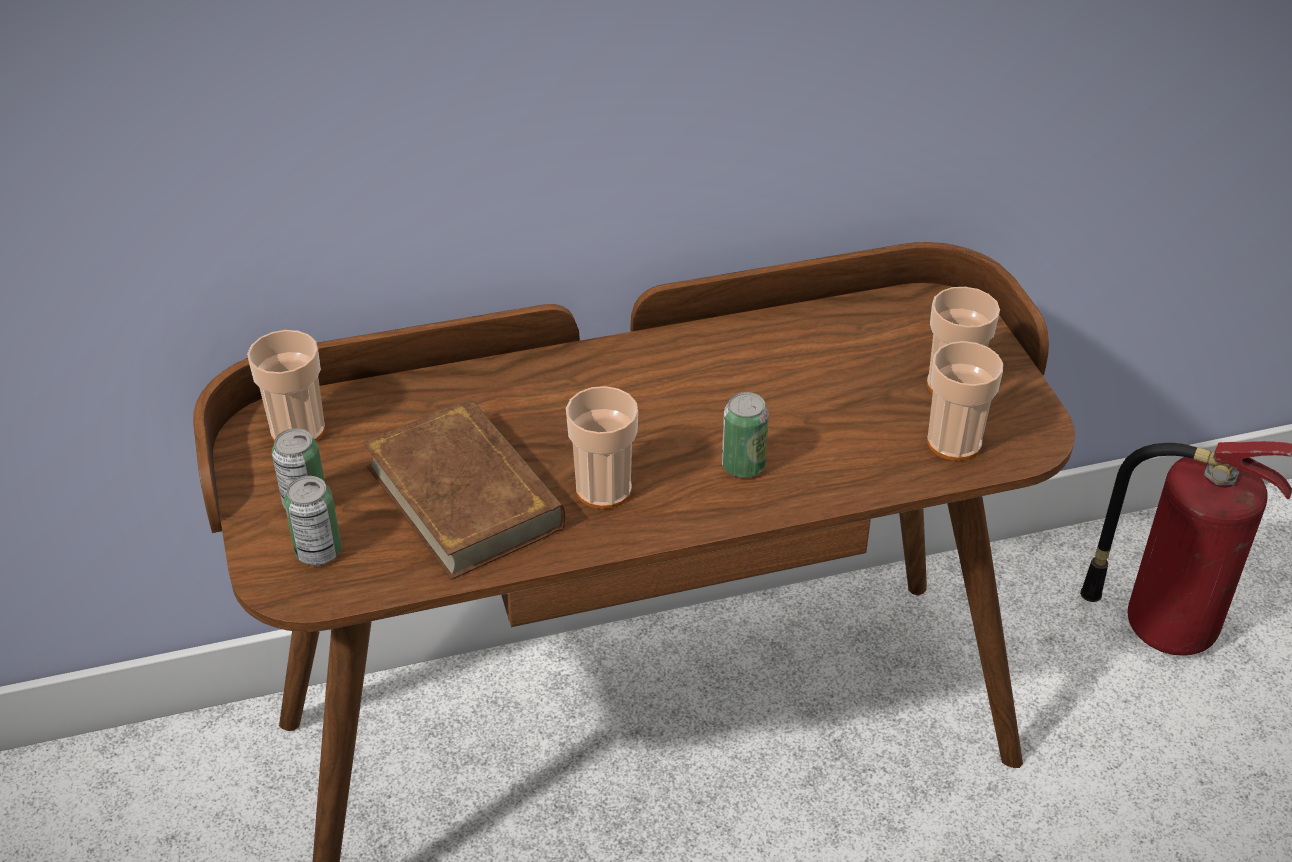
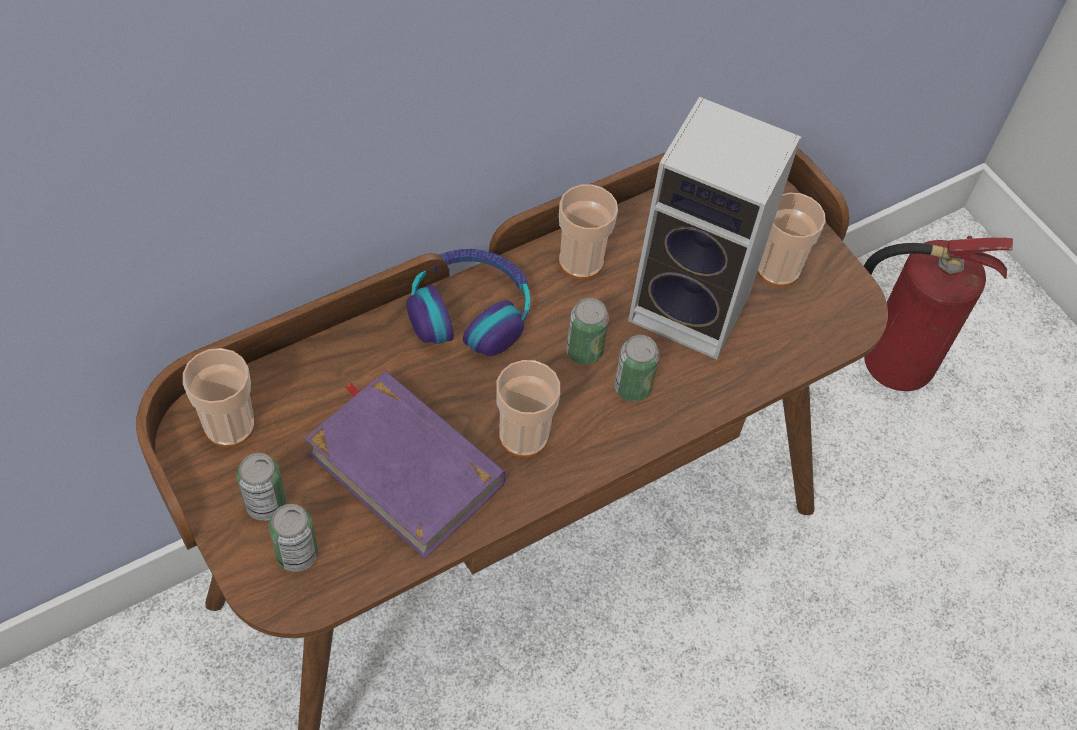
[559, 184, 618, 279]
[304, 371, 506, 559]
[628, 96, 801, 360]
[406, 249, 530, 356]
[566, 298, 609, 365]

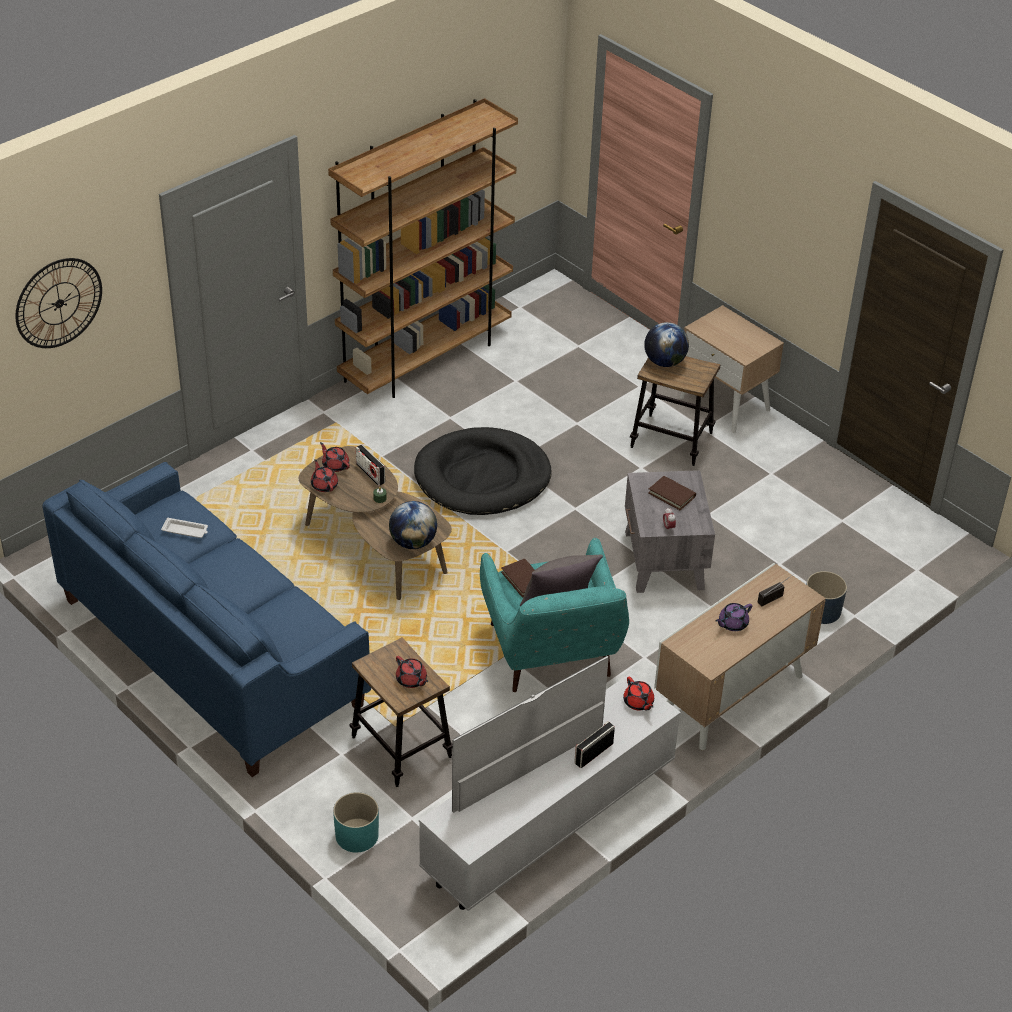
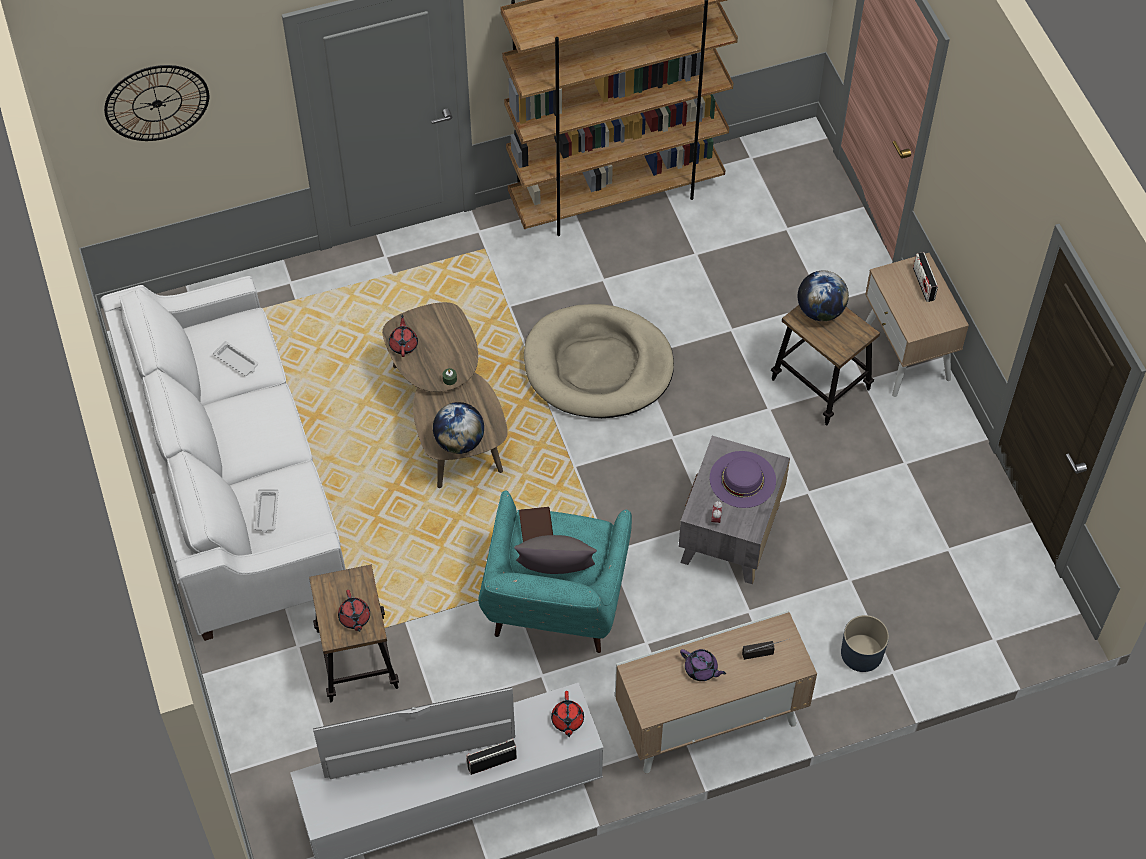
[524, 304, 674, 418]
[320, 442, 350, 472] (first image)
[913, 252, 938, 302]
[100, 276, 346, 641]
[710, 451, 776, 508]
[680, 649, 726, 681]
[333, 792, 379, 852] (first image)
[254, 489, 278, 533]

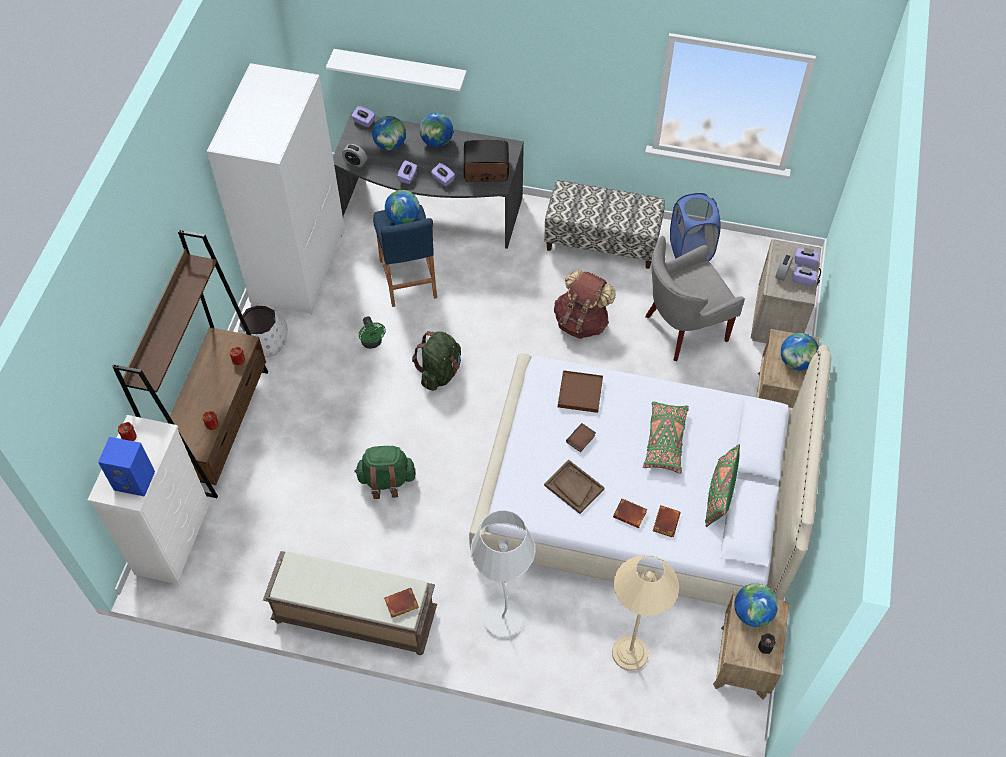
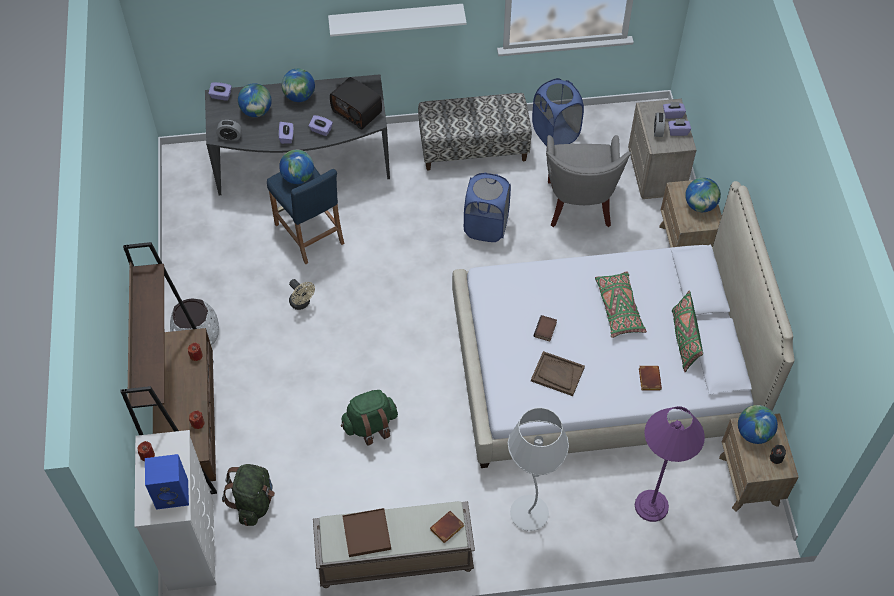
[328, 4, 467, 37]
[207, 63, 345, 314] (first image)
[330, 77, 382, 129]
[546, 135, 631, 227]
[464, 173, 511, 242]
[289, 279, 315, 310]
[222, 464, 275, 526]
[342, 508, 391, 557]
[613, 498, 647, 528] (first image)
[635, 406, 705, 522]

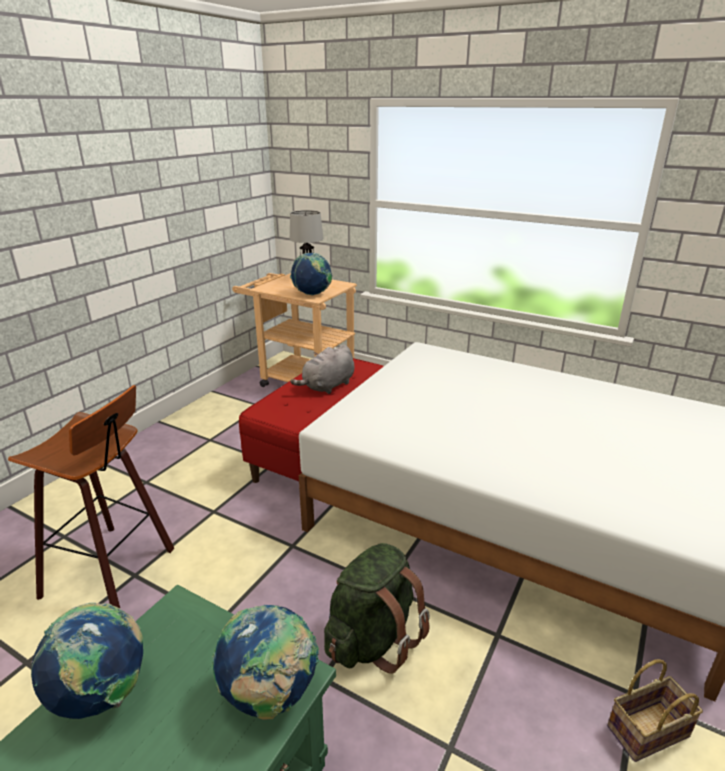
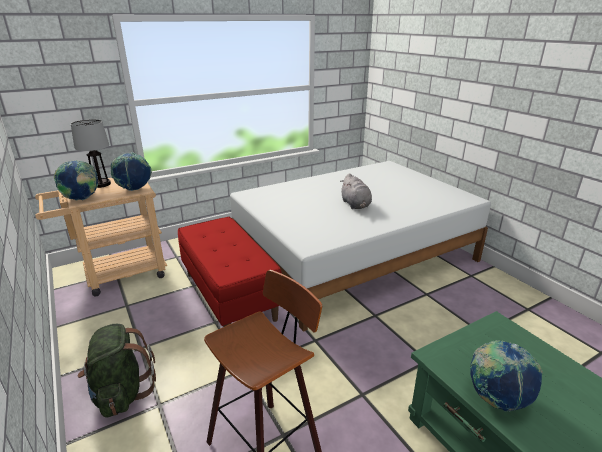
[340, 174, 372, 209]
[78, 324, 156, 418]
[54, 160, 98, 200]
[607, 659, 703, 762] (first image)

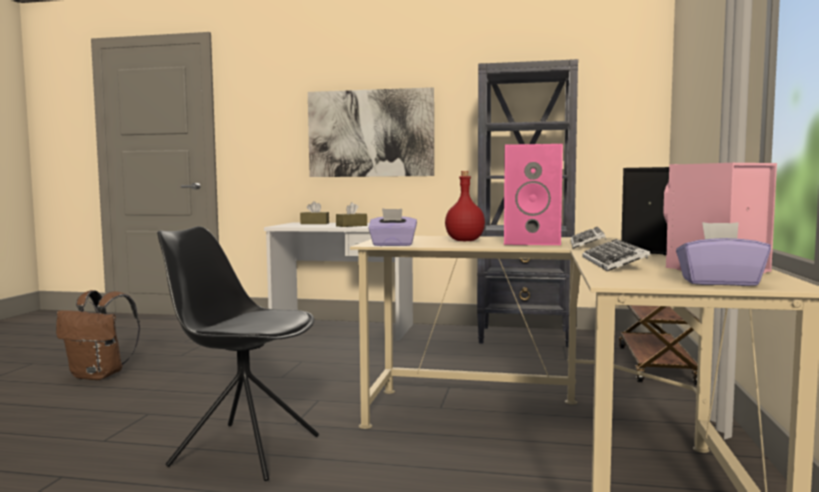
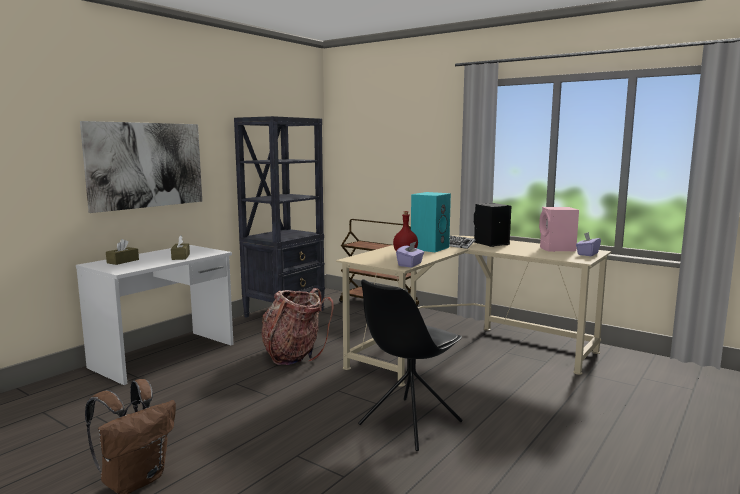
[411, 192, 451, 252]
[582, 239, 651, 271] (first image)
[262, 288, 334, 365]

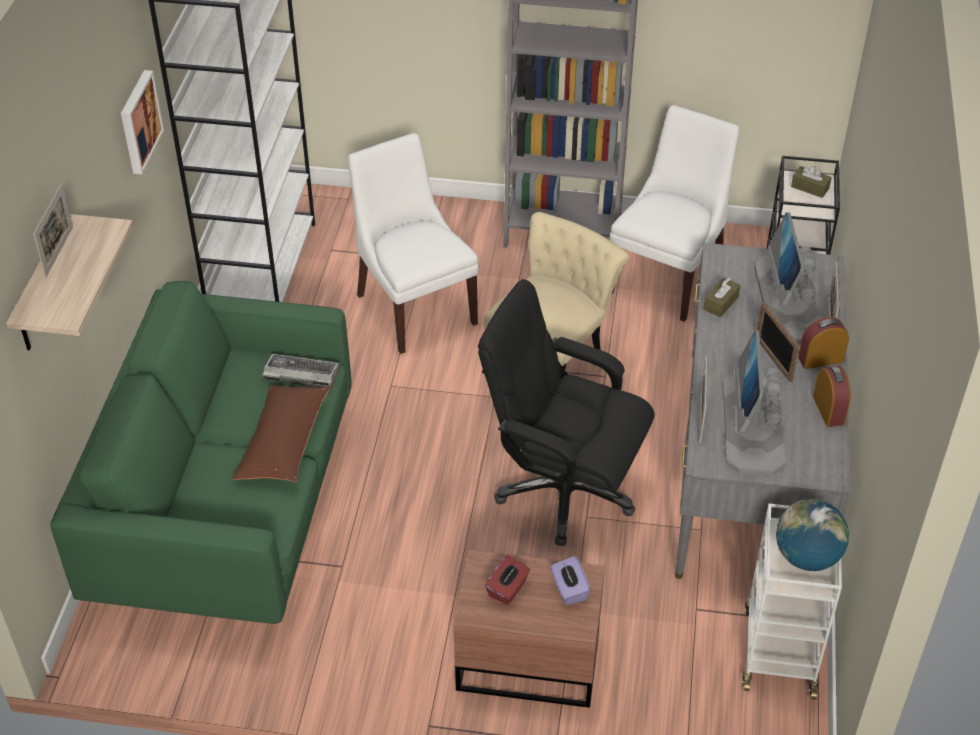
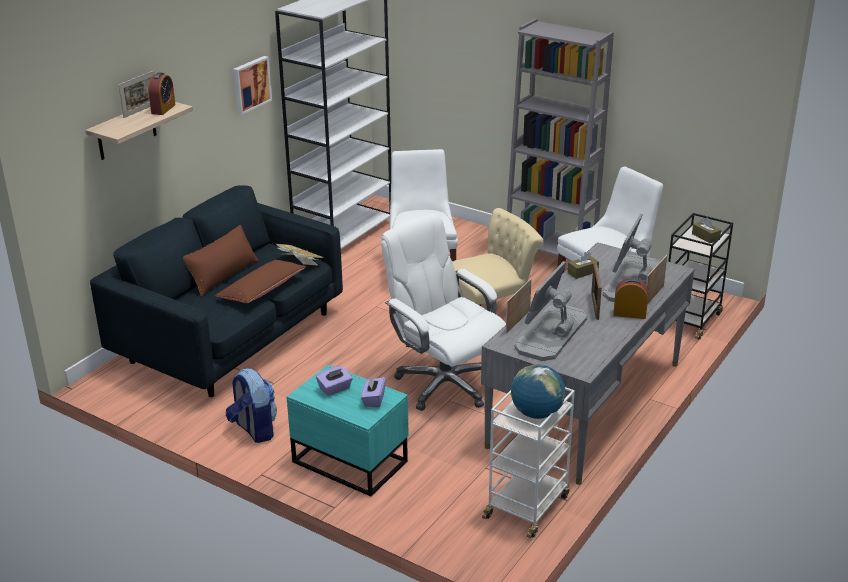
[381, 213, 506, 411]
[90, 185, 343, 397]
[276, 244, 324, 265]
[148, 72, 176, 115]
[287, 365, 409, 496]
[316, 366, 353, 396]
[183, 225, 259, 297]
[226, 368, 277, 443]

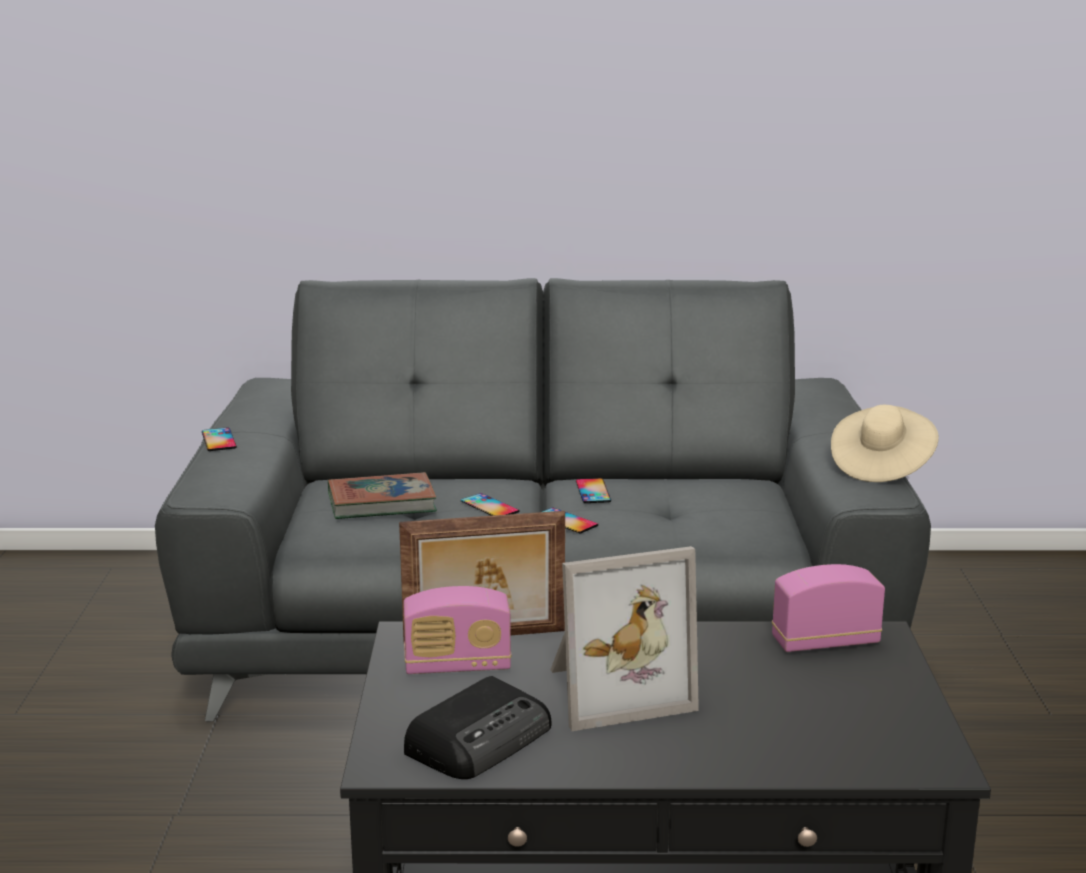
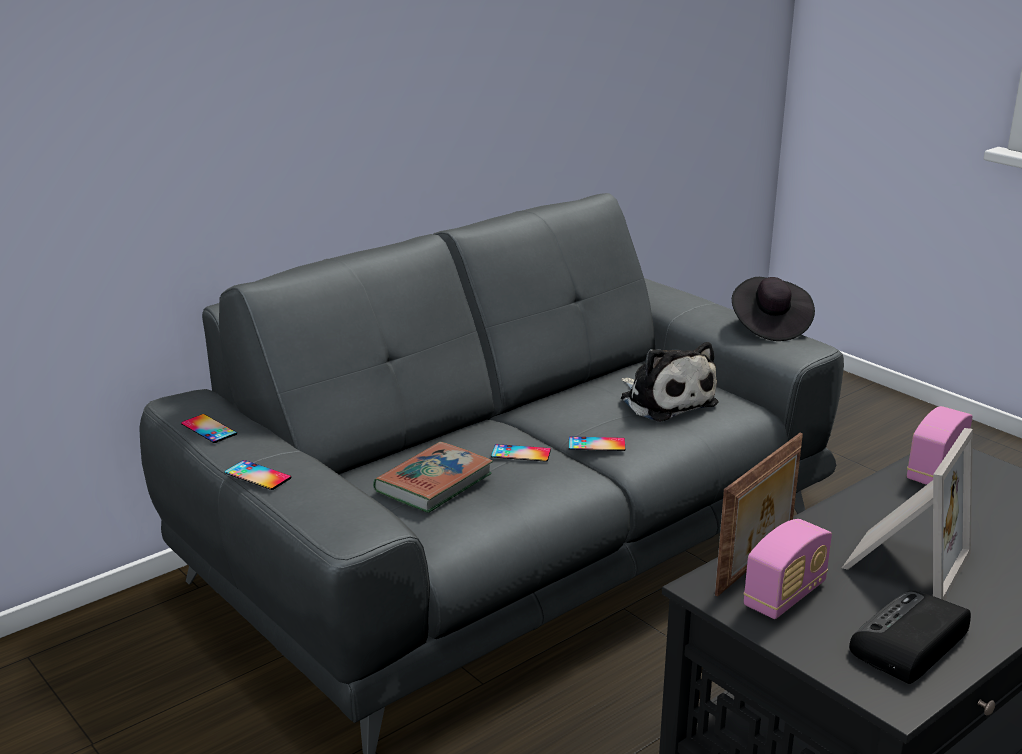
[732, 277, 815, 341]
[181, 414, 237, 443]
[849, 591, 971, 684]
[621, 342, 718, 422]

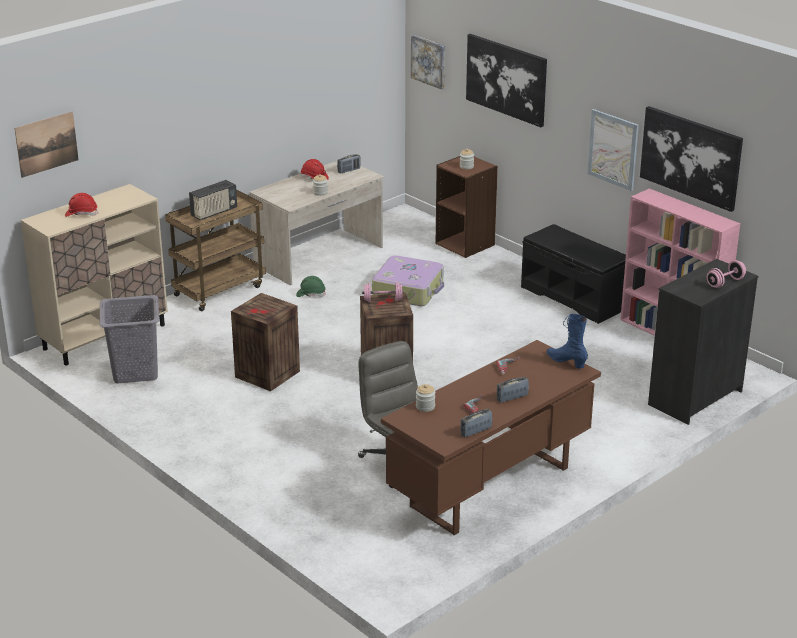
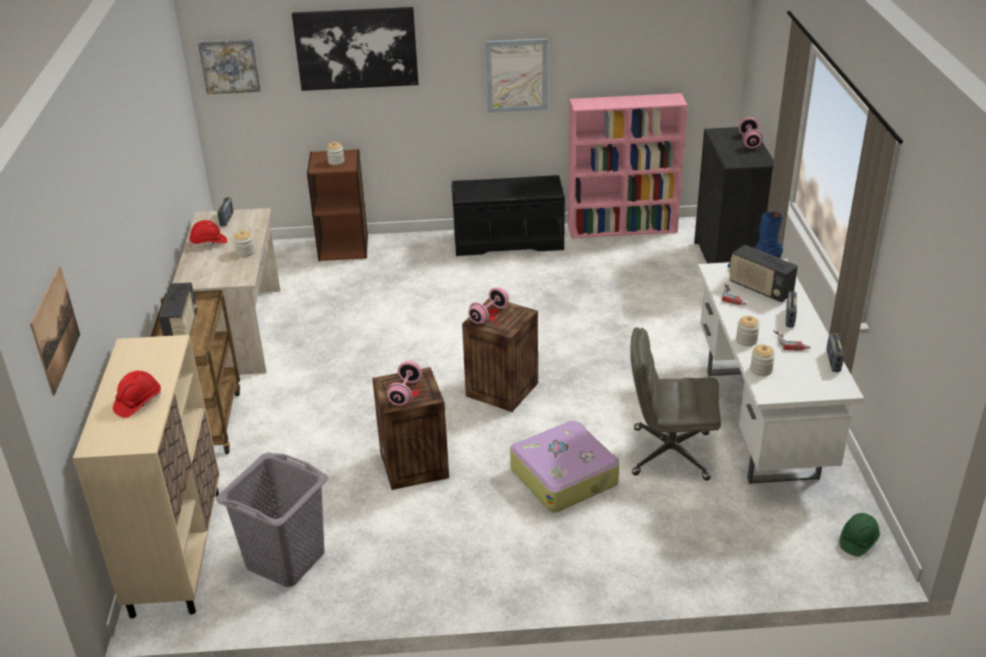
[640, 106, 743, 212] (first image)
[510, 421, 619, 512]
[840, 513, 880, 557]
[698, 259, 864, 484]
[729, 245, 798, 302]
[736, 316, 760, 346]
[387, 361, 422, 406]

